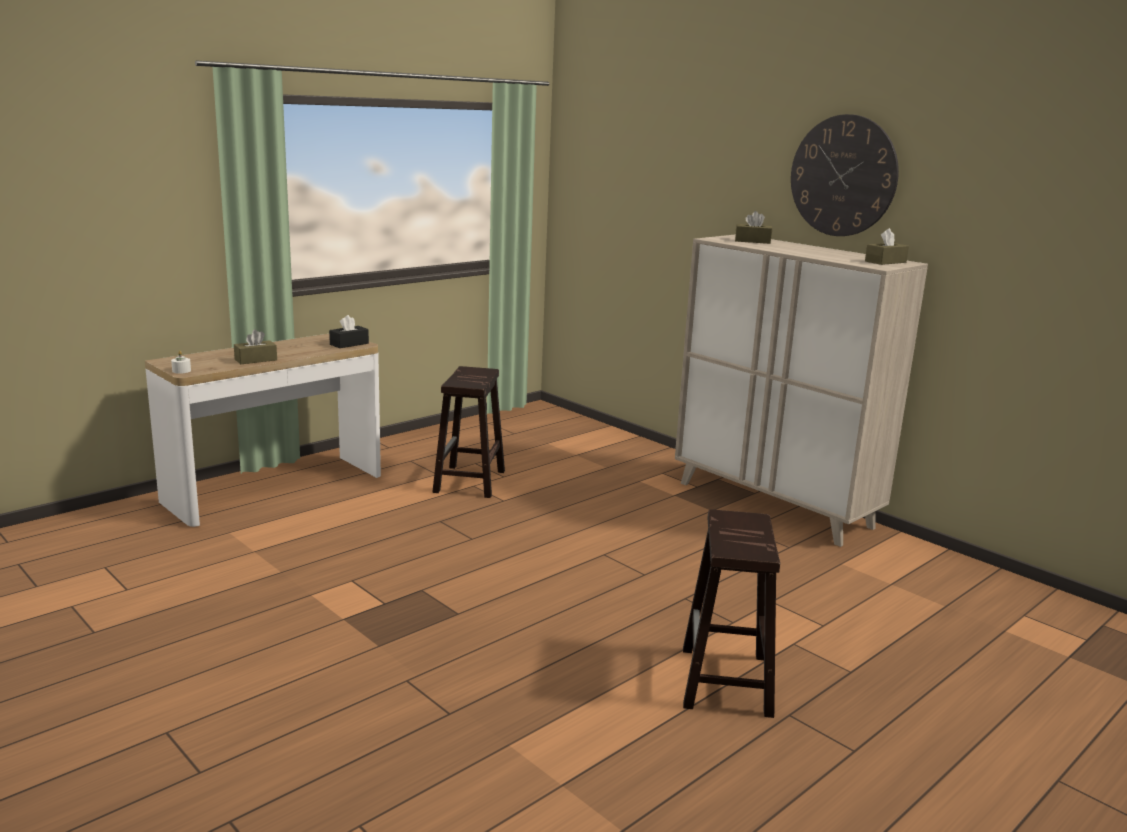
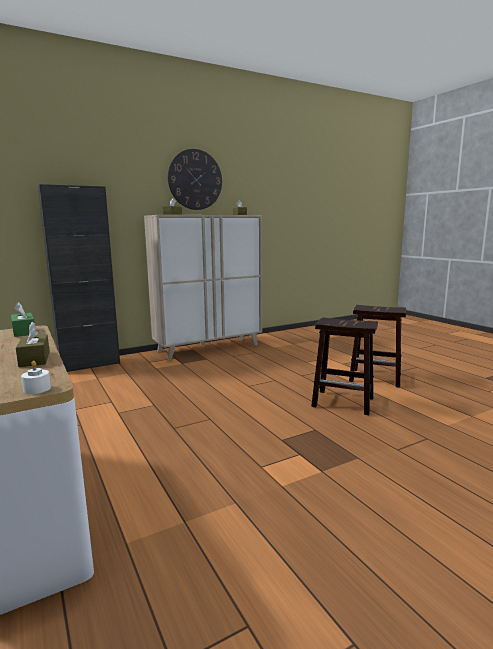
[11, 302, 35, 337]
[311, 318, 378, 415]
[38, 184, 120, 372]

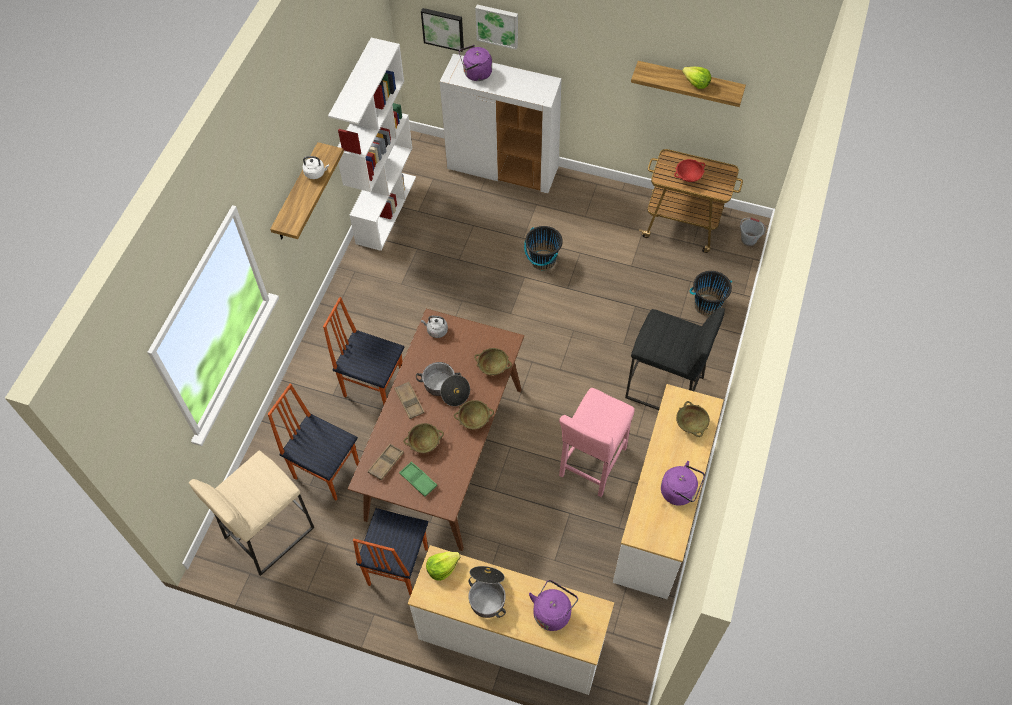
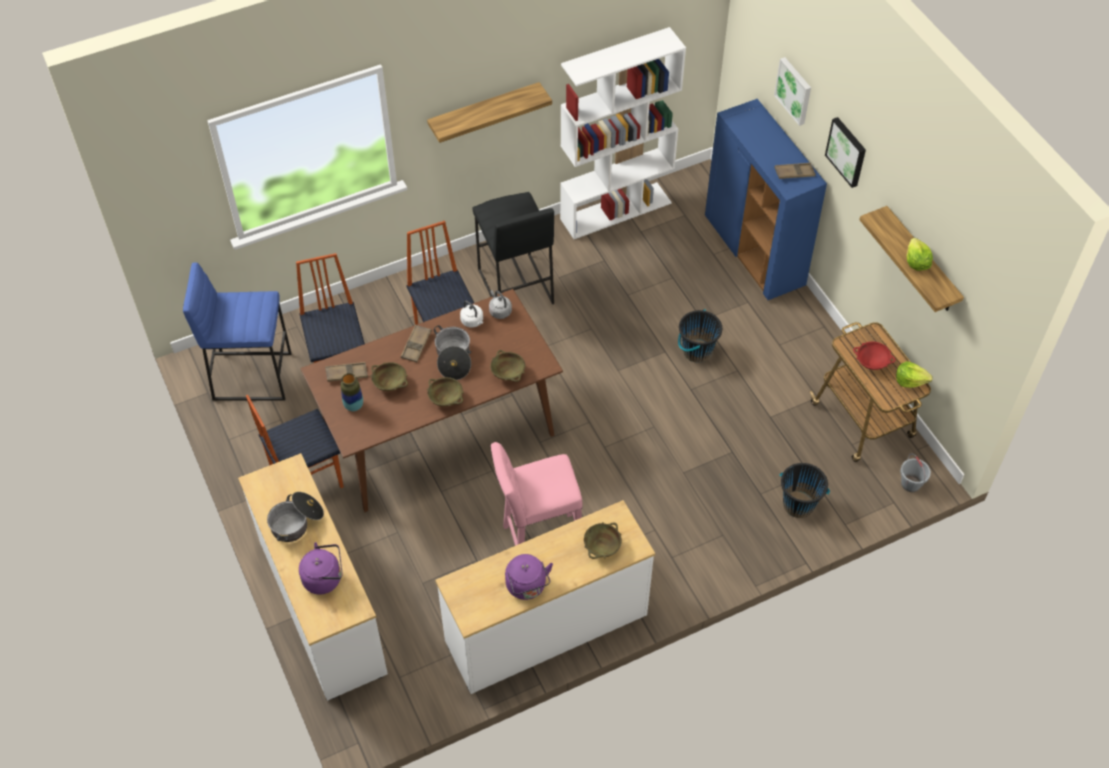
[825, 117, 866, 188]
[459, 45, 492, 81] (first image)
[705, 99, 827, 300]
[460, 301, 483, 327]
[472, 192, 554, 305]
[183, 263, 292, 401]
[341, 373, 363, 411]
[896, 361, 933, 388]
[774, 163, 816, 179]

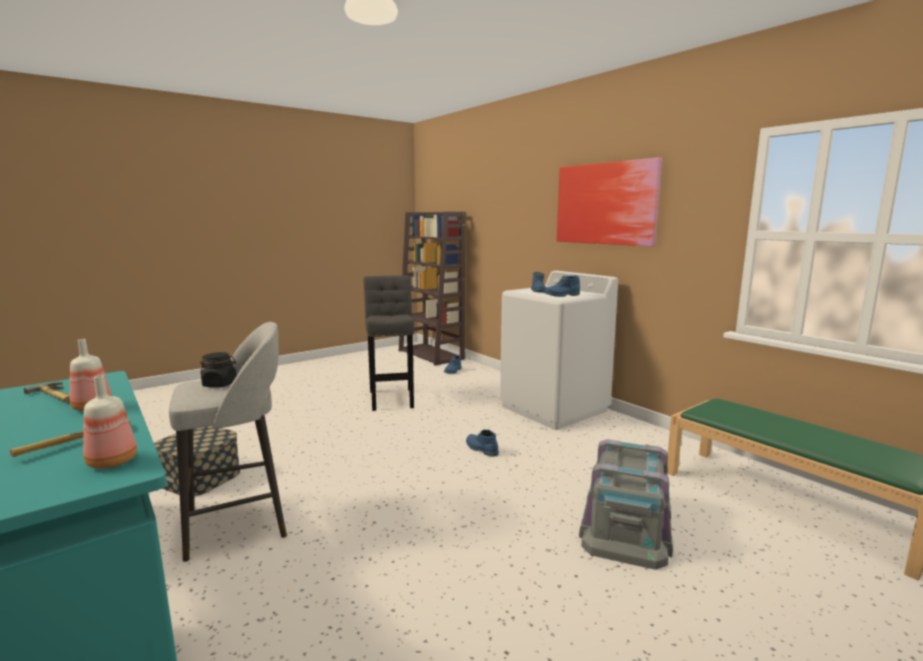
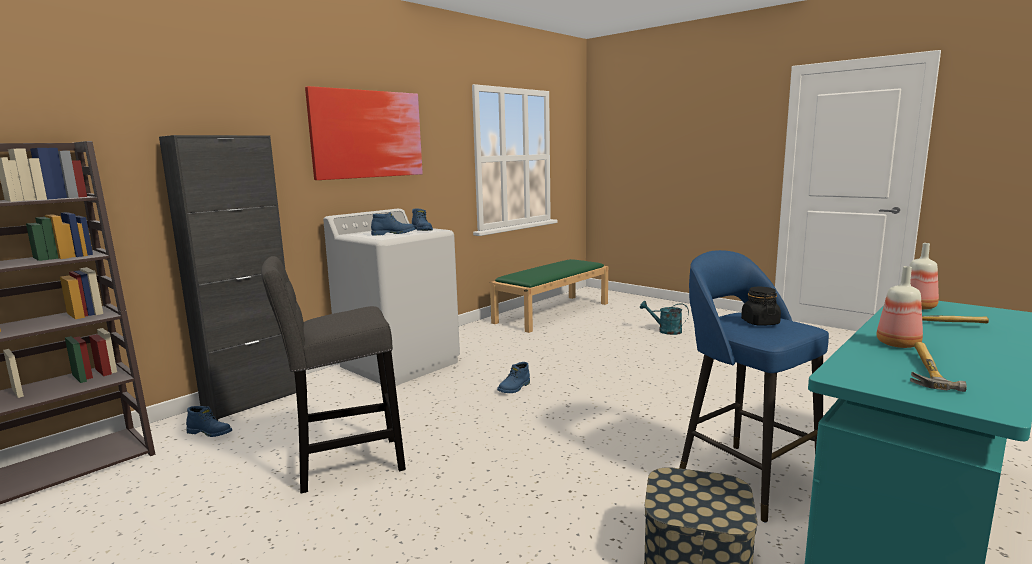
[679, 250, 829, 522]
[579, 439, 673, 570] (first image)
[159, 135, 296, 420]
[640, 301, 689, 335]

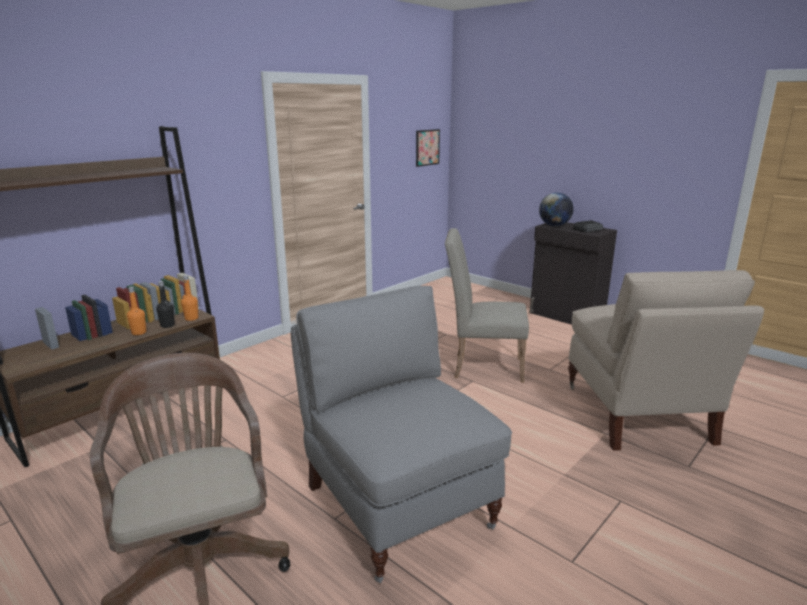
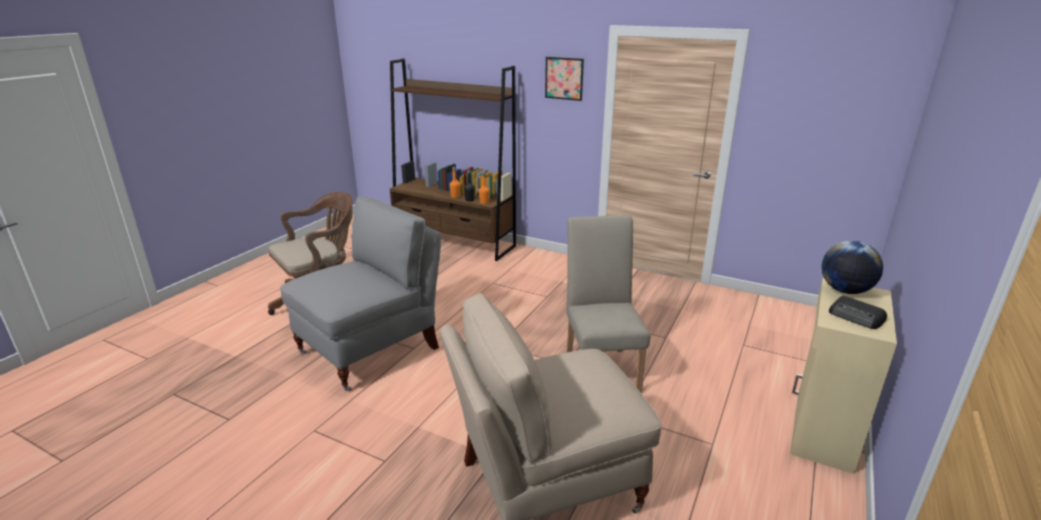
[545, 57, 584, 101]
[790, 278, 897, 474]

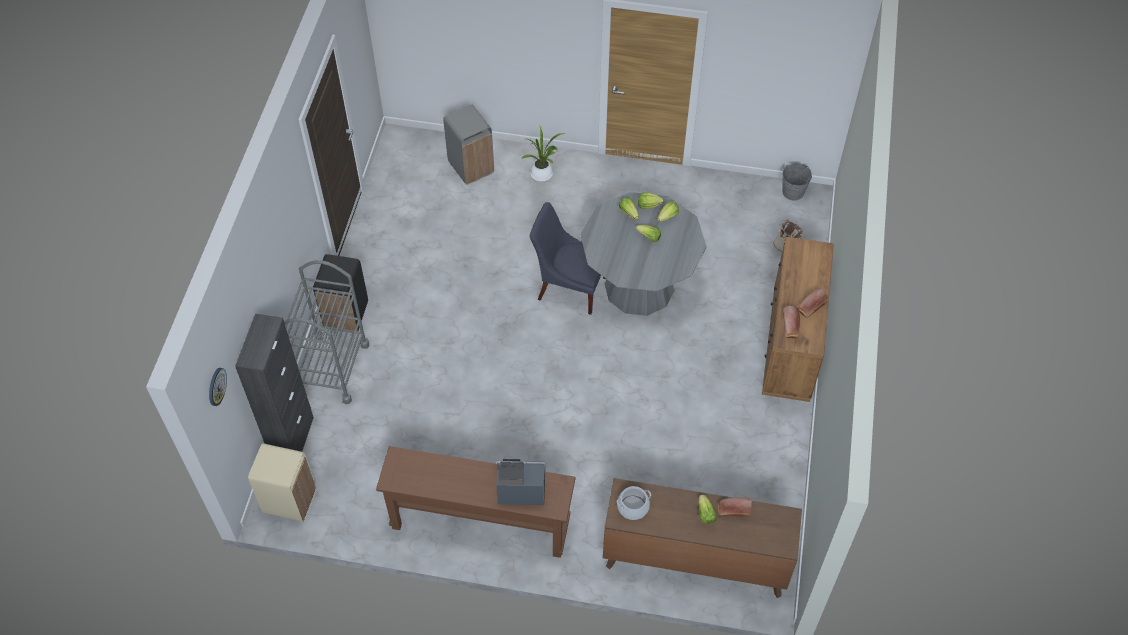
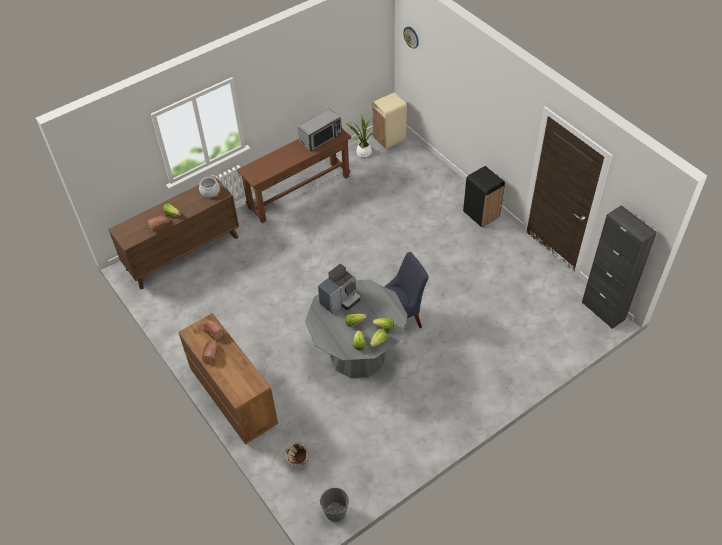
[443, 104, 494, 185] (first image)
[346, 115, 373, 157]
[284, 260, 369, 404] (first image)
[582, 205, 657, 329]
[318, 264, 361, 314]
[298, 109, 342, 152]

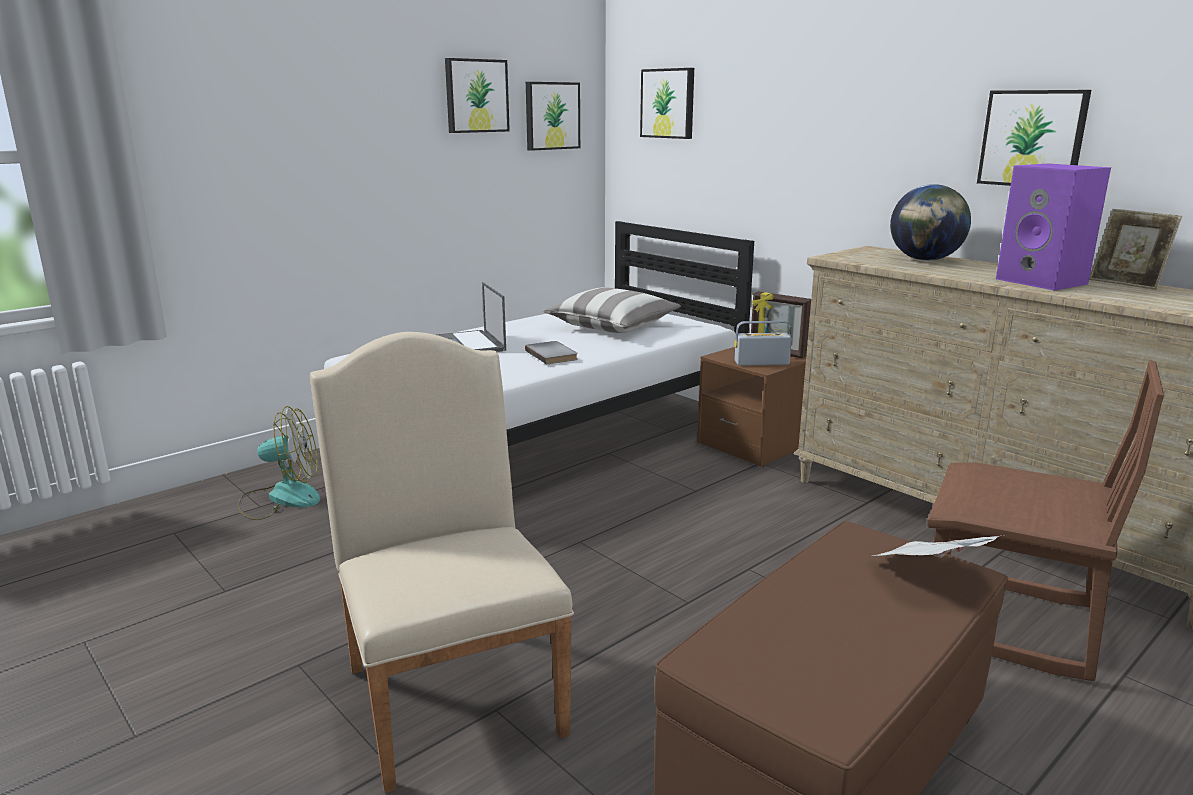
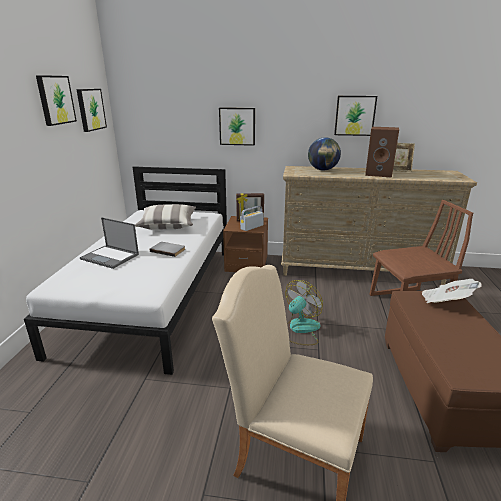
[219, 107, 255, 146]
[365, 127, 399, 178]
[285, 280, 323, 345]

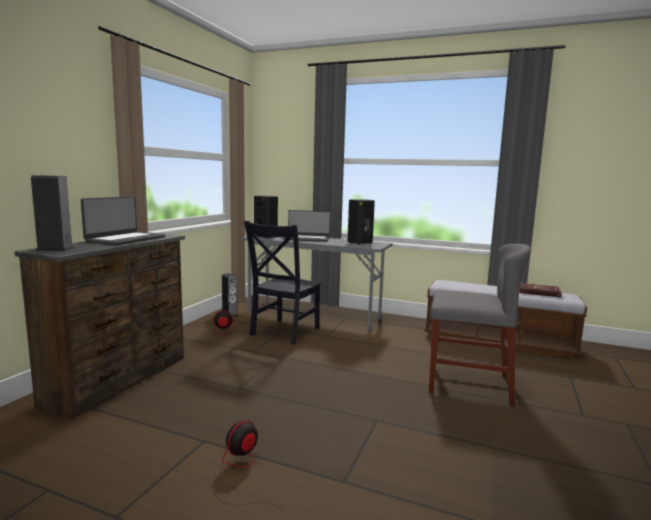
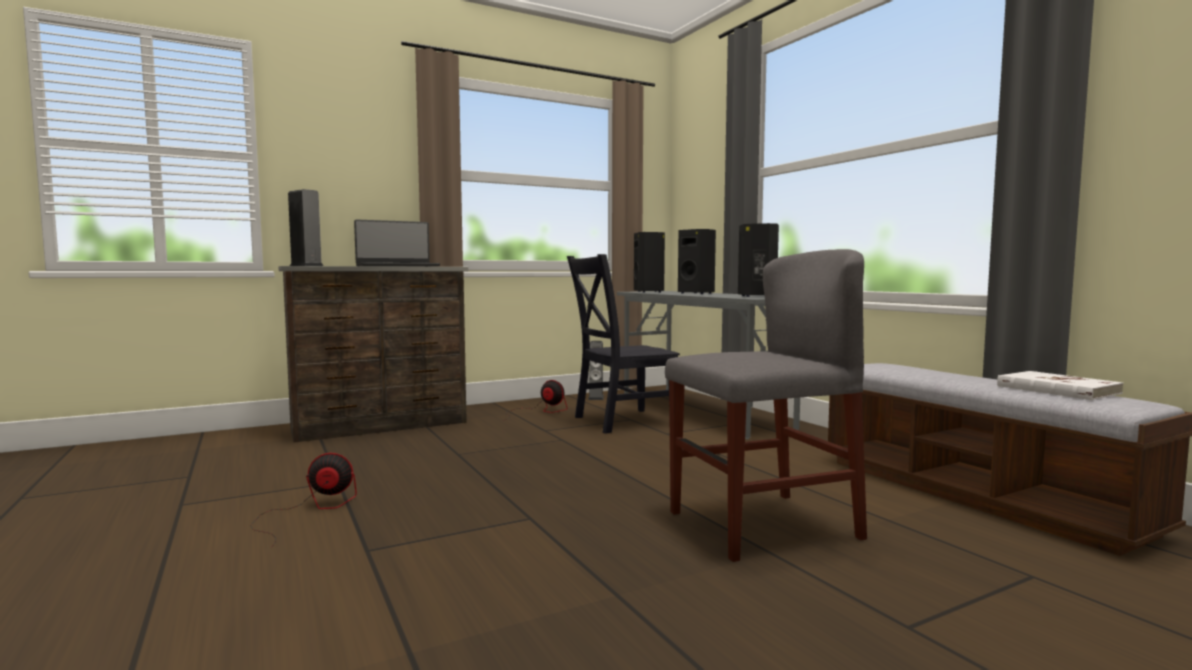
[678, 229, 716, 294]
[665, 249, 867, 562]
[997, 371, 1124, 400]

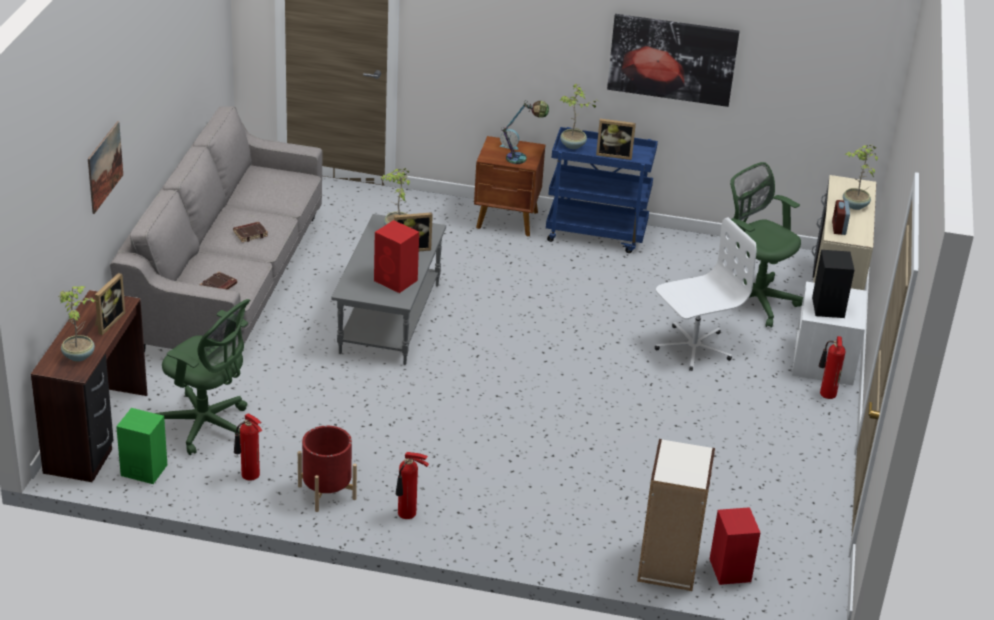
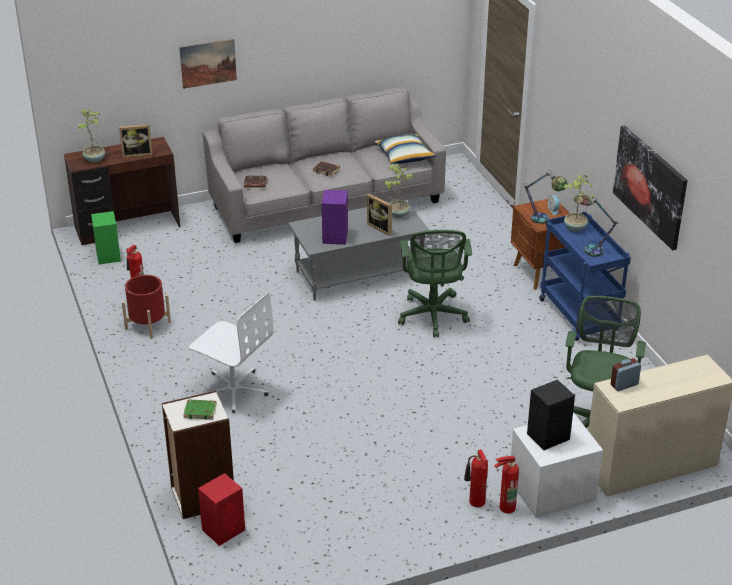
[573, 193, 618, 257]
[843, 144, 878, 210] (first image)
[189, 292, 274, 413]
[322, 190, 348, 245]
[398, 230, 472, 338]
[464, 450, 488, 507]
[375, 134, 436, 164]
[183, 399, 216, 420]

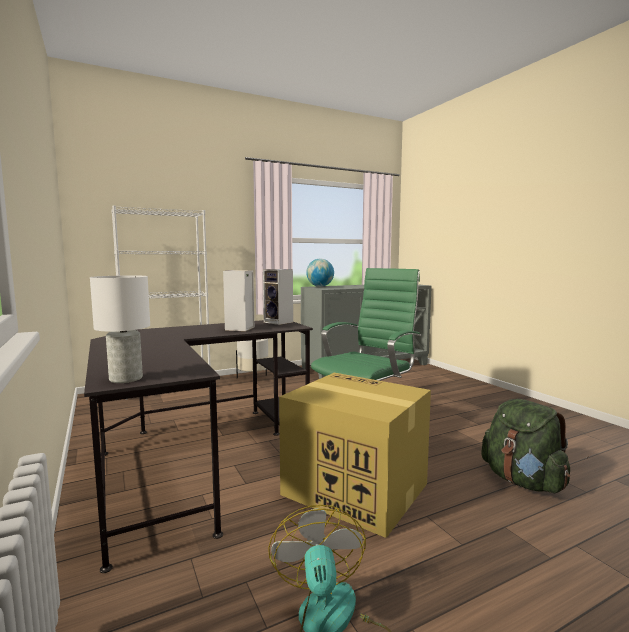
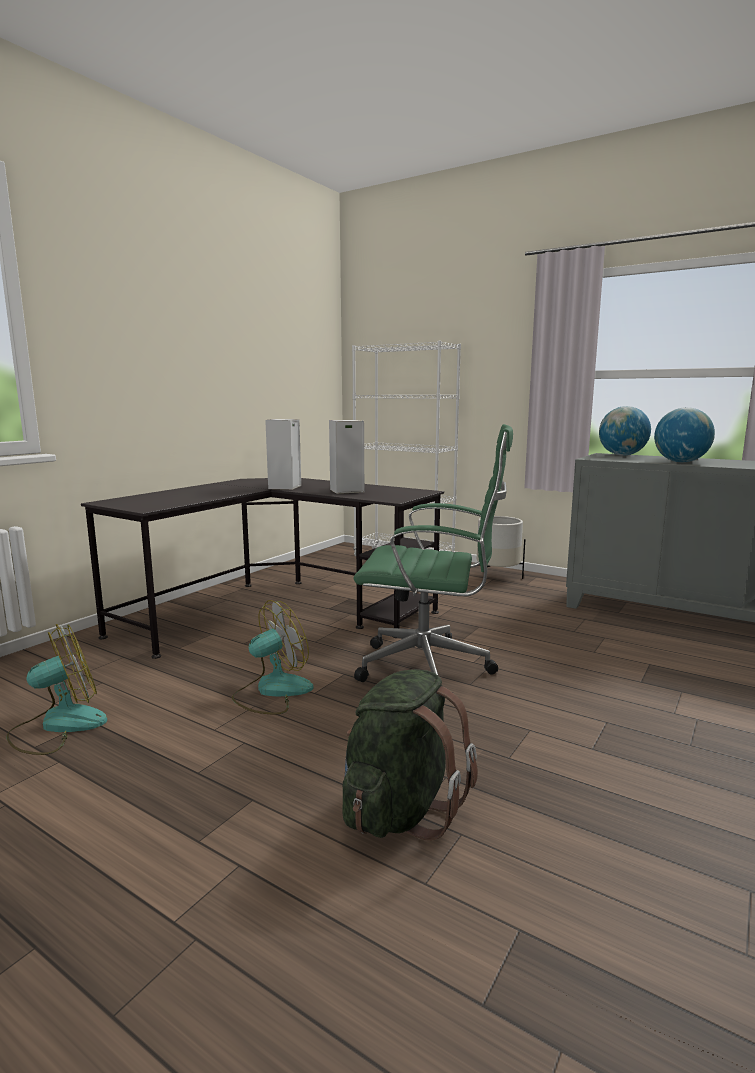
[265, 419, 301, 490]
[90, 275, 150, 383] (first image)
[232, 600, 314, 714]
[654, 407, 715, 462]

